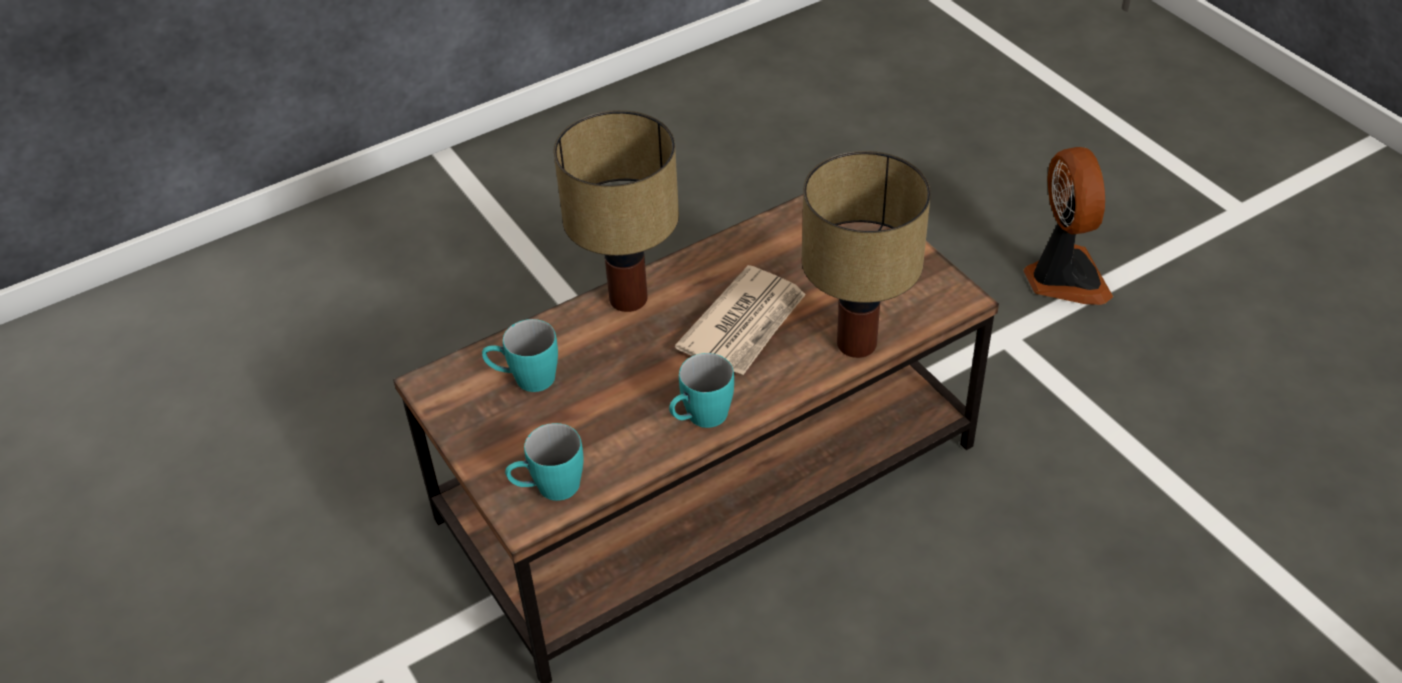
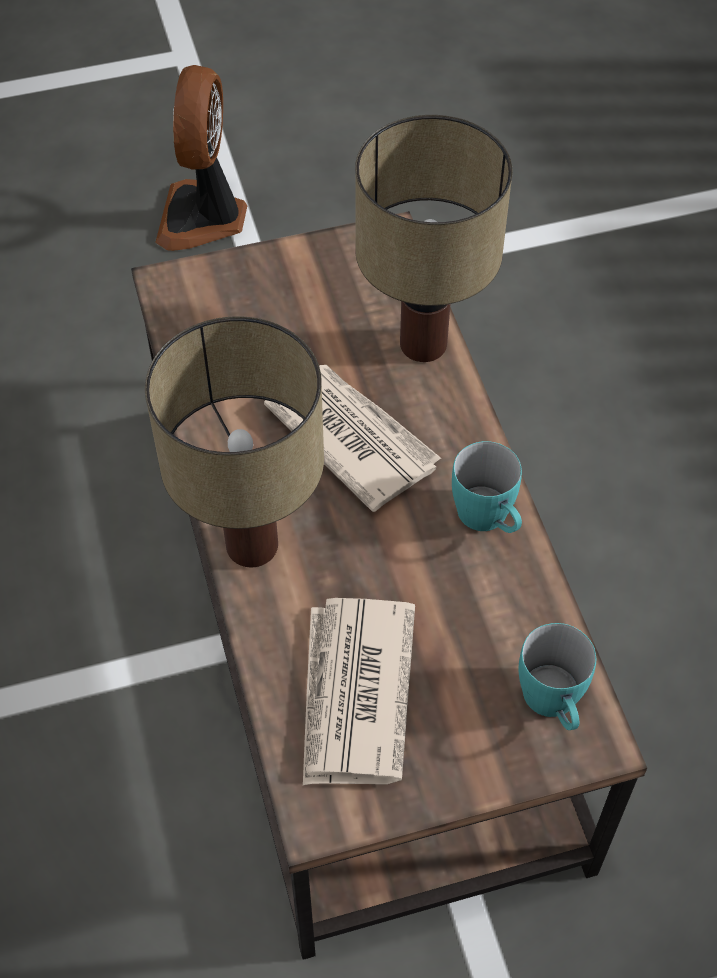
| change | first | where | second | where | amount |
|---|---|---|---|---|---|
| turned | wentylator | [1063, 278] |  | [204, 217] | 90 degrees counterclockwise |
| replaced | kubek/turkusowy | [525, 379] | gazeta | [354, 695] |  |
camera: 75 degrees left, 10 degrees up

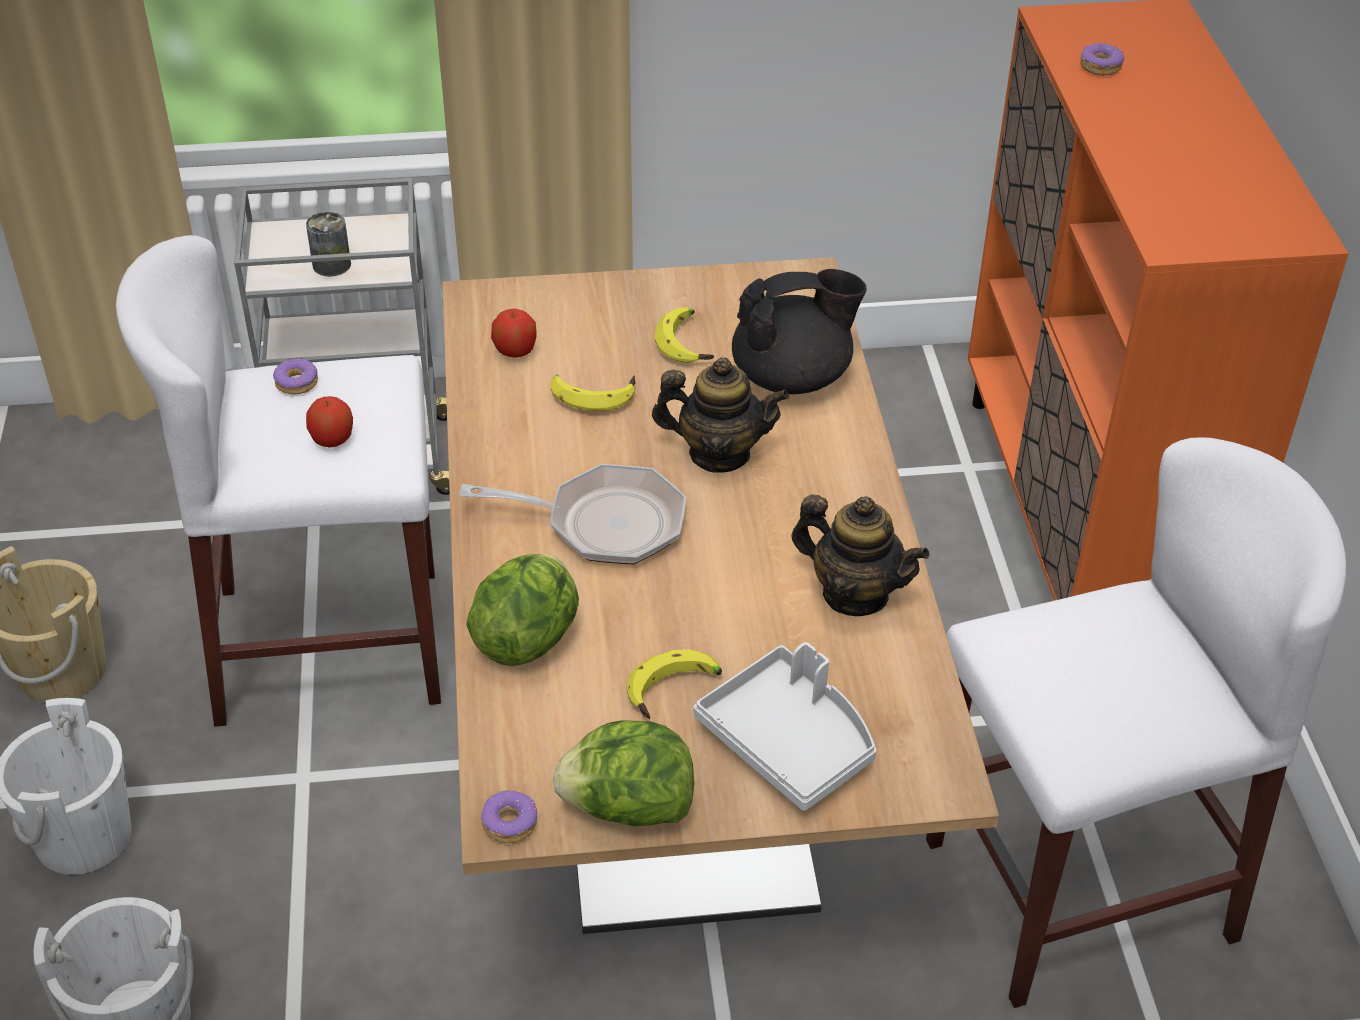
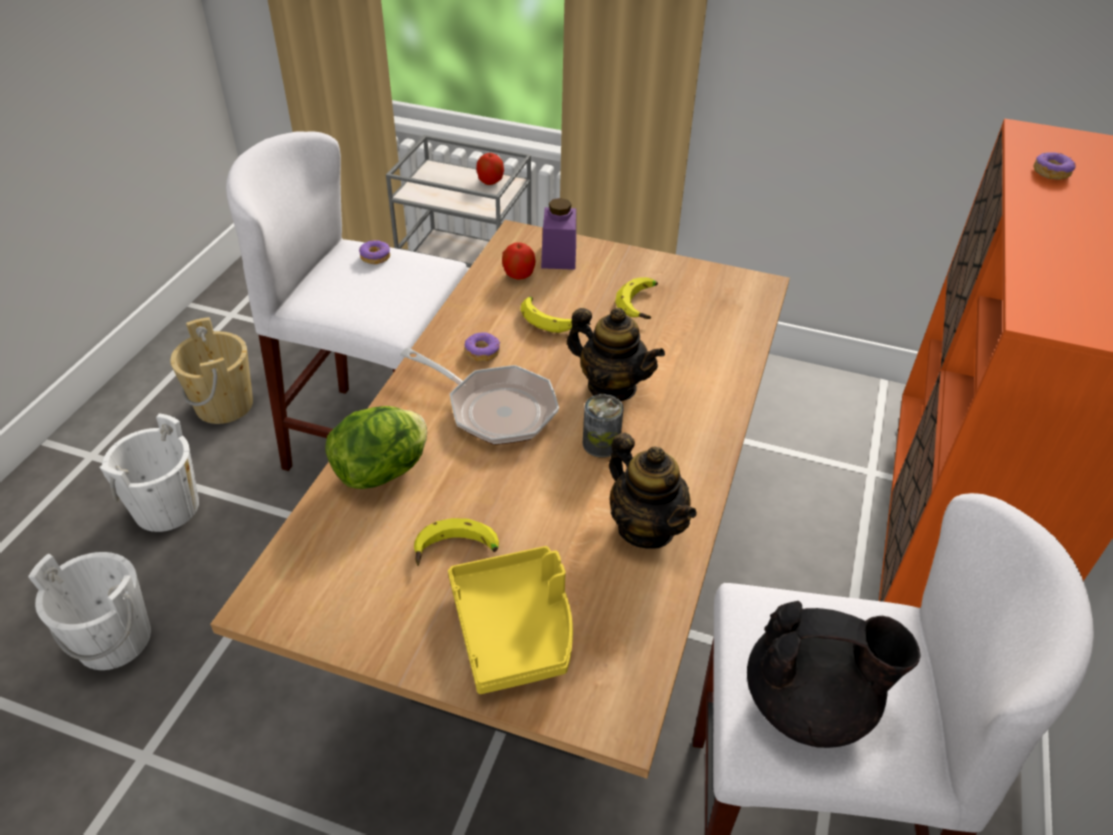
| change | first | where | second | where | amount |
|---|---|---|---|---|---|
| recoloured | taca/szary | [789, 741] | taca/żółty | [515, 628] |  |
| moved | donut | [509, 823] |  | [482, 352] |  |
| moved | jabłko | [332, 440] |  | [490, 182] |  |
| added |  |  | słoik/fioletowy | [558, 256] |  |
| moved | puszka | [331, 265] |  | [601, 444] |  |
| moved | imbryk/czarny | [793, 377] |  | [810, 703] |  |
| removed | sałata | [628, 807] |  |  |  |
camera: 25 degrees right, 0 degrees up

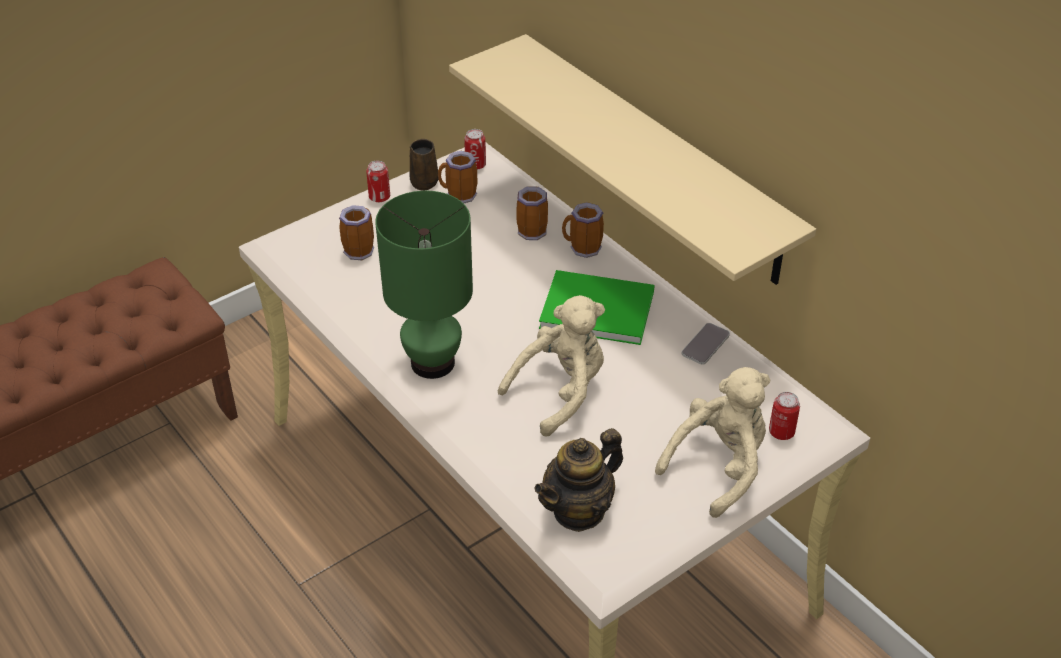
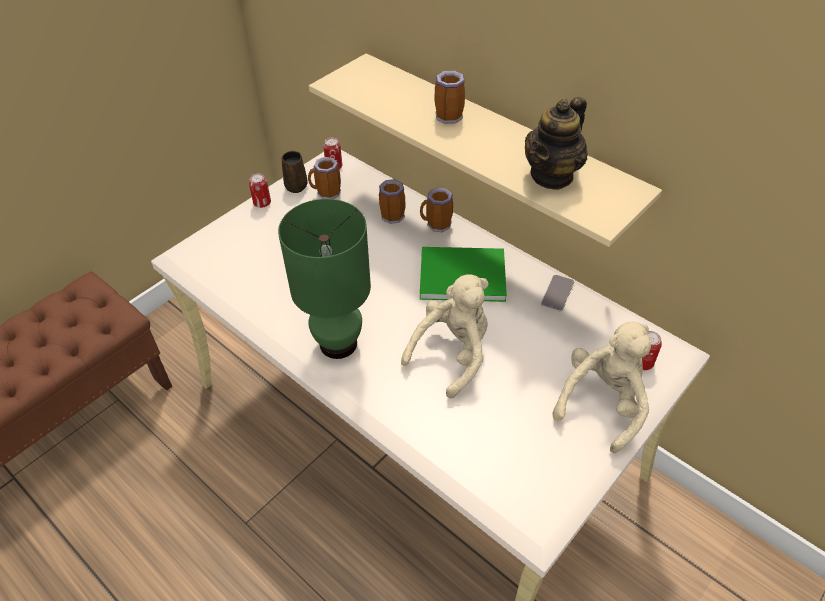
| change | first | where | second | where | amount |
|---|---|---|---|---|---|
| moved | kubek | [359, 249] |  | [448, 115] |  |
| moved | imbryk | [579, 510] |  | [552, 175] |  |
camera: 10 degrees left, 5 degrees up

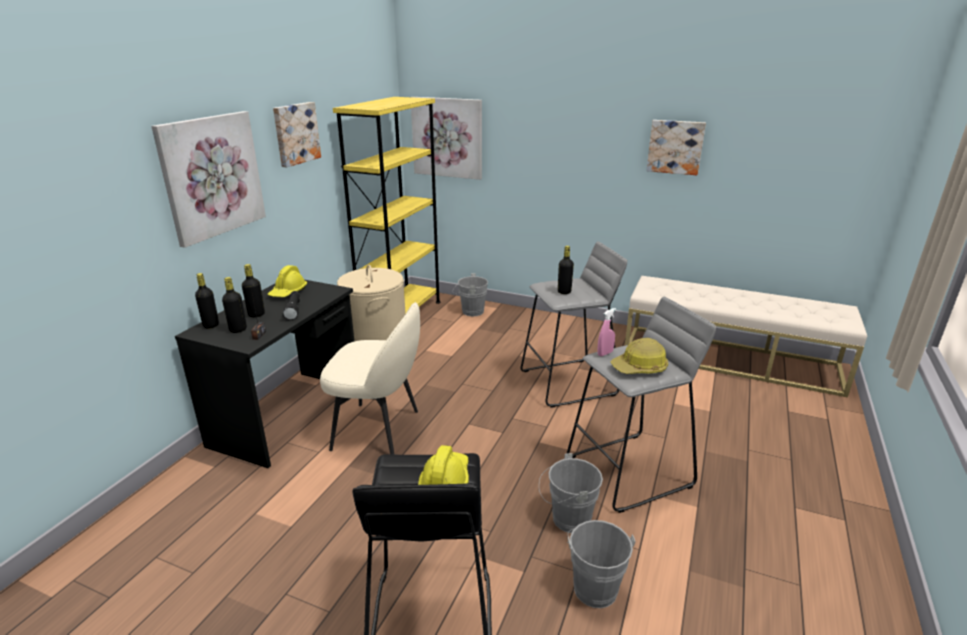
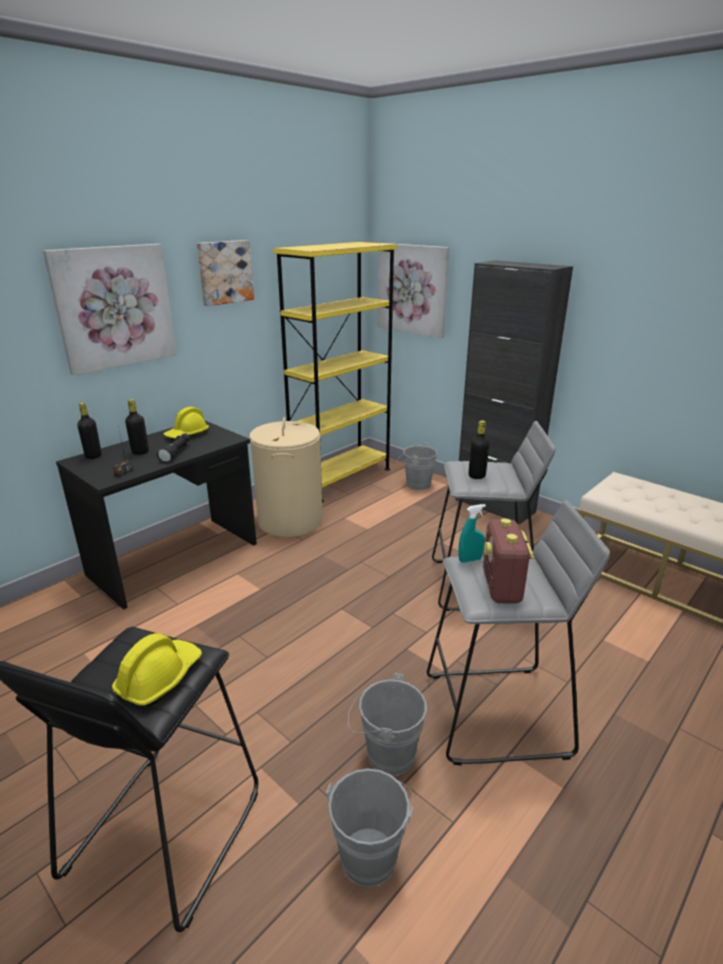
| change | first | where | second | where | amount |
|---|---|---|---|---|---|
| added |  |  | szafka/czarny | [495, 506] |  |
| recoloured | spryskiwacz/różowy | [605, 353] | spryskiwacz/turkusowy | [470, 560] |  |
| replaced | kask | [640, 368] | radio | [502, 587] |  |
| removed | butelka/czarny | [238, 329] |  |  |  |
| removed | krzesło/beżowy | [378, 430] |  |  |  |
| removed | obraz | [675, 147] |  |  |  |
camera: 20 degrees right, 0 degrees up

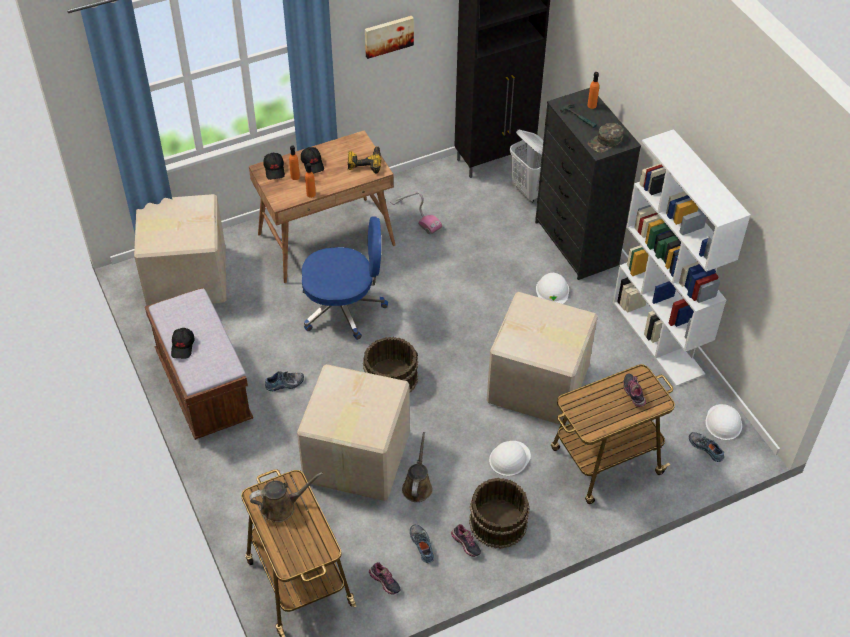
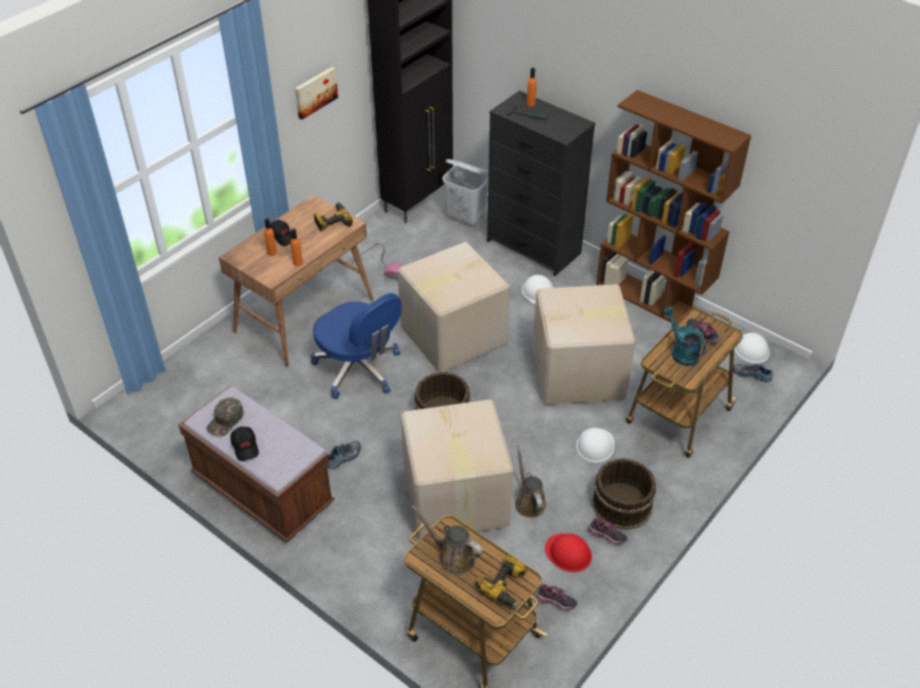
| change | first | where | second | where | amount |
|---|---|---|---|---|---|
| moved | czapka z daszkiem/zielony | [605, 141] |  | [226, 420] |  |
| turned | krzesło biurowe/niebieski | [344, 308] |  | [359, 369] | 75 degrees clockwise |
| moved | karton | [186, 277] |  | [451, 335] |  |
| turned | konewka/brązowy | [281, 506] |  | [453, 556] | 105 degrees counterclockwise |
| added |  |  | wiertarka | [506, 586] |  |
| replaced | but | [423, 545] | kask/czerwony | [568, 553] |  |
| recoloured | regał/biały | [658, 338] | regał/brązowy | [653, 300] |  |
| added |  |  | konewka/turkusowy | [681, 352] |  |
| removed | czapka z daszkiem/czarny | [274, 169] |  |  |  |
camera: 25 degrees left, 5 degrees down

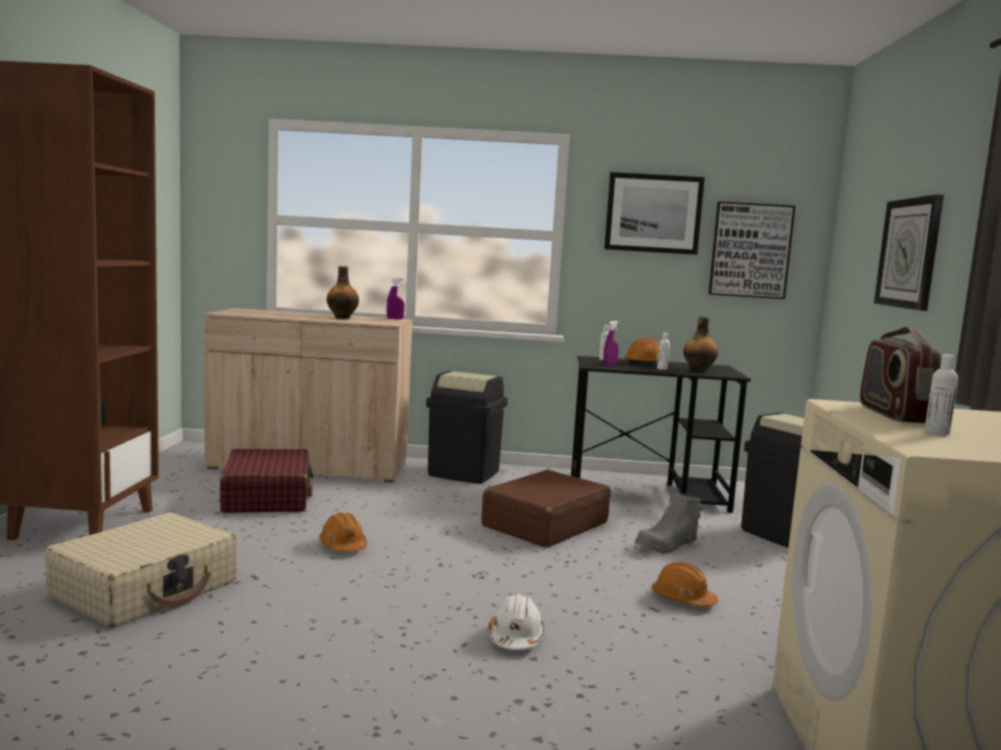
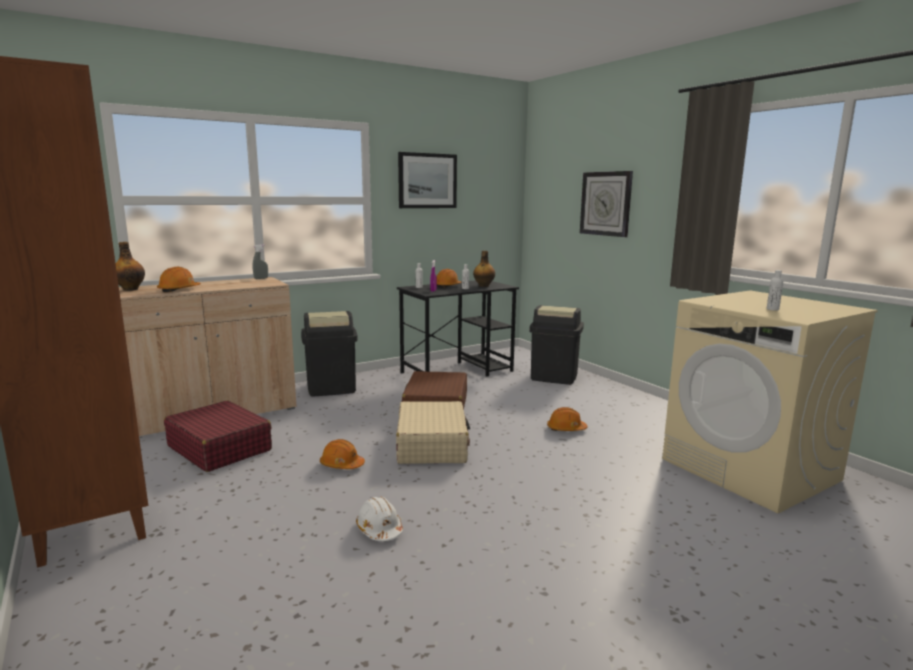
| change | first | where | second | where | amount |
|---|---|---|---|---|---|
| moved | butelka | [342, 318] |  | [130, 289] |  |
| added |  |  | kask/pomarańczowy | [179, 290] |  |
| recoloured | spryskiwacz/fioletowy | [395, 319] | spryskiwacz/szary | [261, 278] |  |
| moved | kask/biały | [515, 637] |  | [379, 529] |  |
| moved | walizka/beżowy | [146, 589] |  | [432, 445] |  |
| removed | but z cholewką/szary | [667, 546] |  |  |  |
| removed | obraz | [750, 250] |  |  |  |
| removed | radio | [893, 414] |  |  |  |
camera: 35 degrees left, 5 degrees up

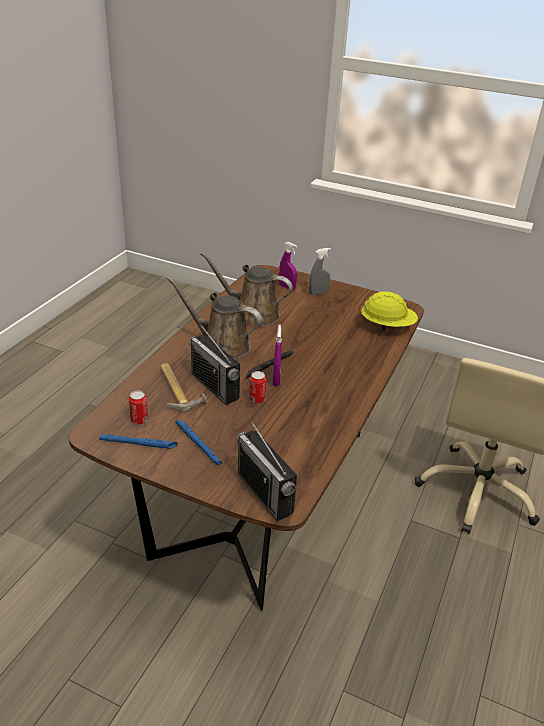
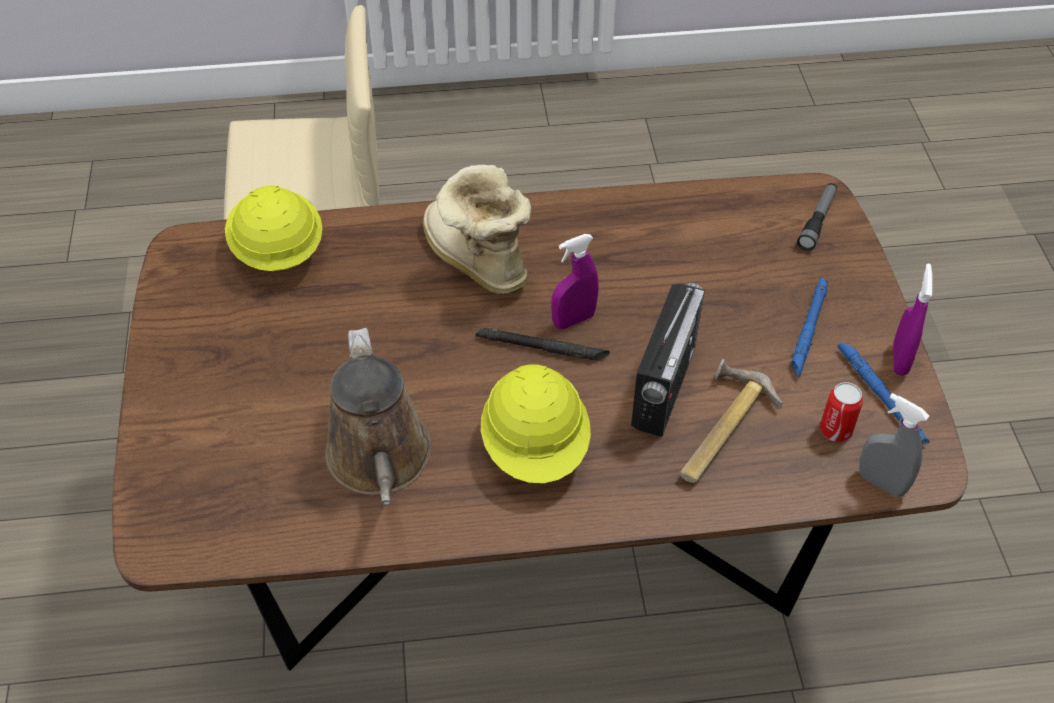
| change | first | where | second | where | amount |
|---|---|---|---|---|---|
| added |  |  | but z cholewką | [474, 262] |  |
| replaced | konewka/brązowy | [221, 345] | kask/żółty | [536, 447] |  |
| replaced | radio | [265, 493] | latarka | [817, 221] |  |
| moved | spryskiwacz/szary | [318, 293] |  | [881, 483] |  |
| moved | spryskiwacz/fioletowy | [287, 287] |  | [900, 360] |  |
| removed | puszka | [257, 399] |  |  |  |
camera: 120 degrees left, 15 degrees up

